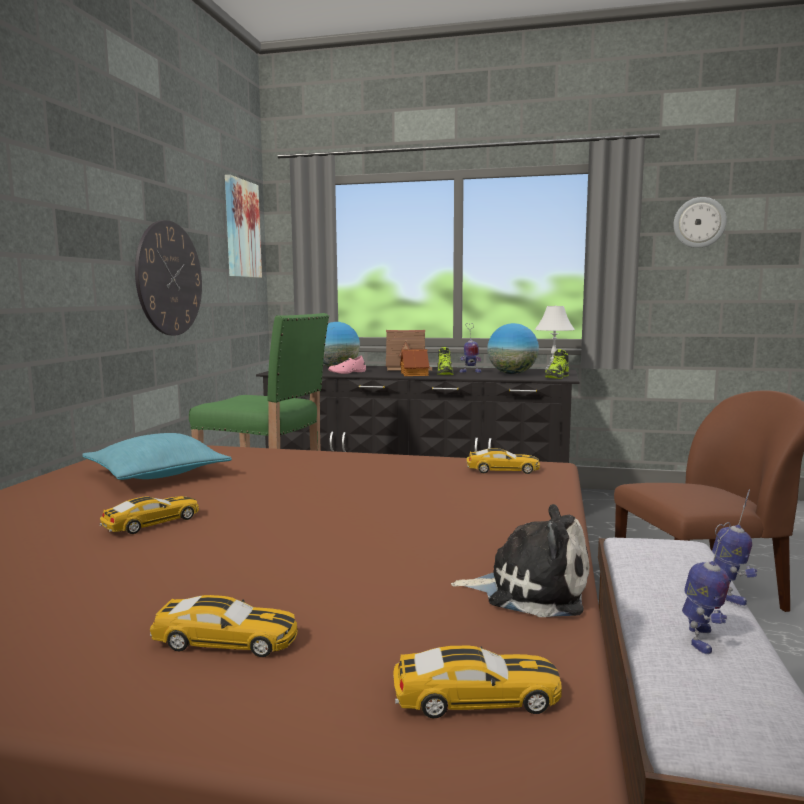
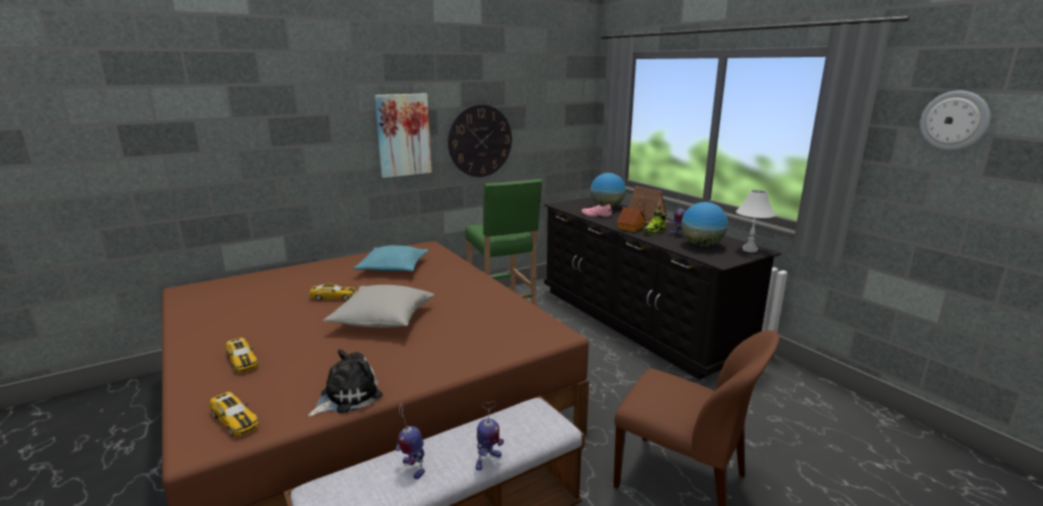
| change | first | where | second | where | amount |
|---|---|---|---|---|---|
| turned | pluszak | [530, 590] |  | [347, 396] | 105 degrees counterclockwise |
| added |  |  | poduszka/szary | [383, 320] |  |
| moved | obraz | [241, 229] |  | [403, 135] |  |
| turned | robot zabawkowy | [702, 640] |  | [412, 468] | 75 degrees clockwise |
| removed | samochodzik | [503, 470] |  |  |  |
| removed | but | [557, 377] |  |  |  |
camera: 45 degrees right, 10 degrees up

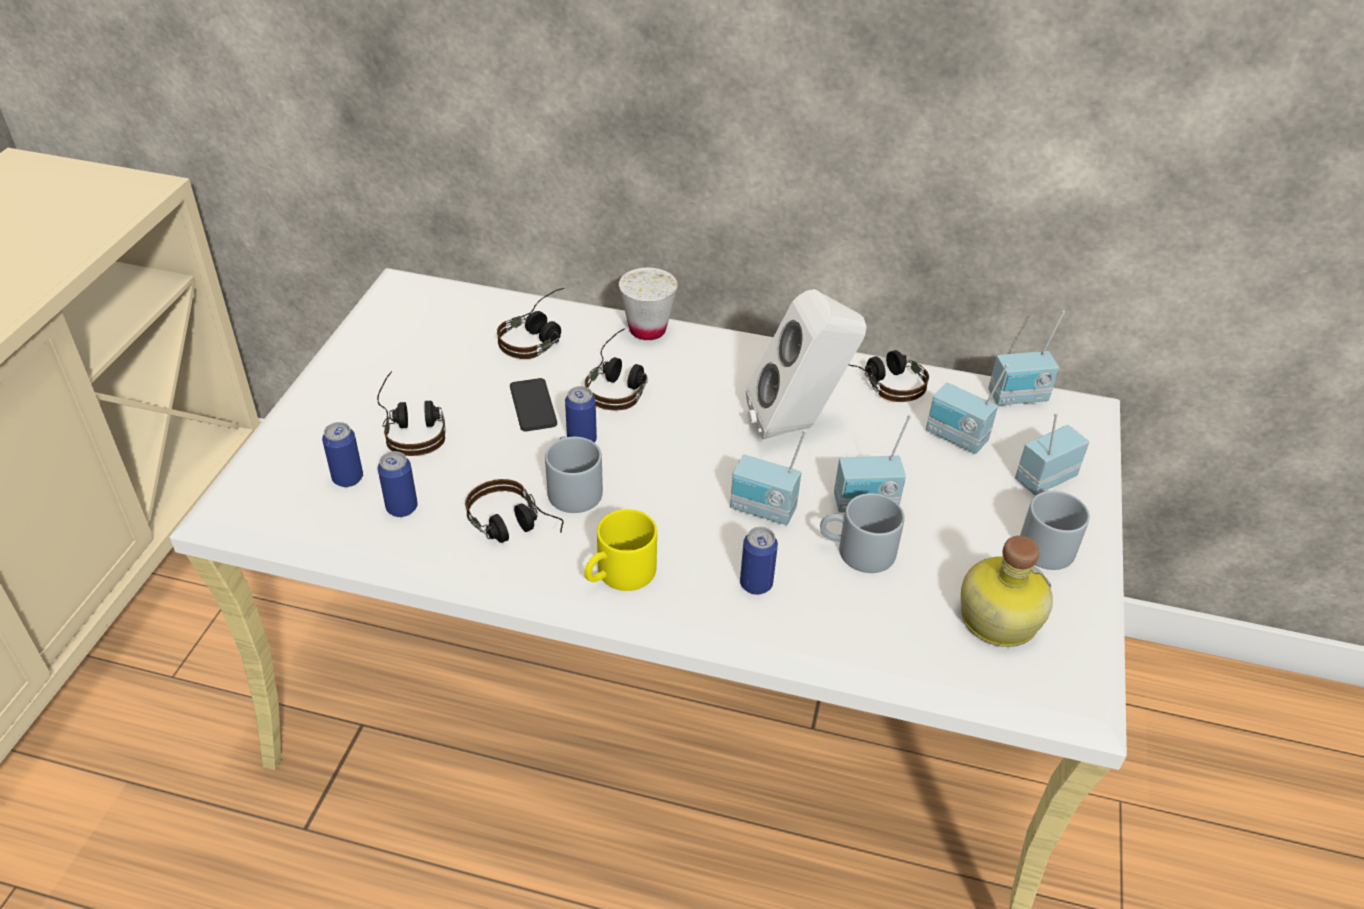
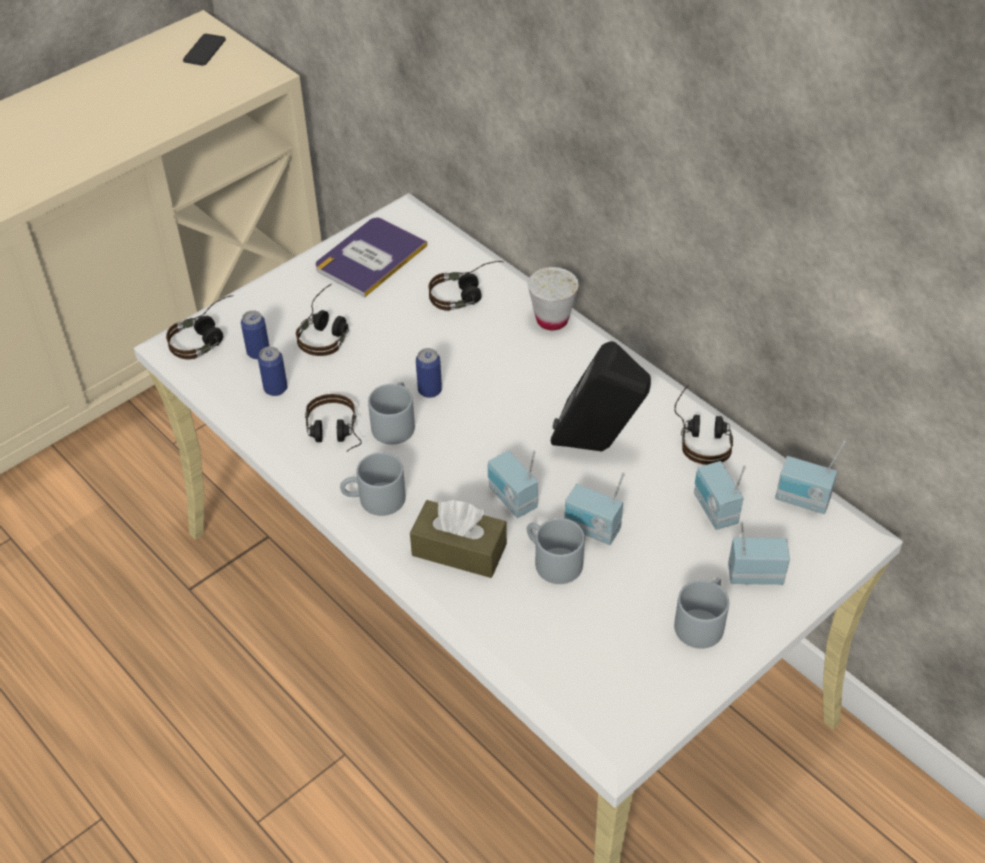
| change | first | where | second | where | amount |
|---|---|---|---|---|---|
| moved | słuchawki | [619, 382] |  | [207, 337] |  |
| moved | telefon | [533, 405] |  | [204, 50] |  |
| added |  |  | książka | [370, 257] |  |
| recoloured | kubek/żółty | [619, 575] | kubek/szary | [374, 500] |  |
| replaced | puszka | [756, 584] | pudełko chusteczek/brązowy | [459, 550] |  |
| recoloured | głośnik/biały | [799, 426] | głośnik/czarny | [598, 447] |  |
| removed | butelka | [996, 617] |  |  |  |
camera: 35 degrees right, 5 degrees up

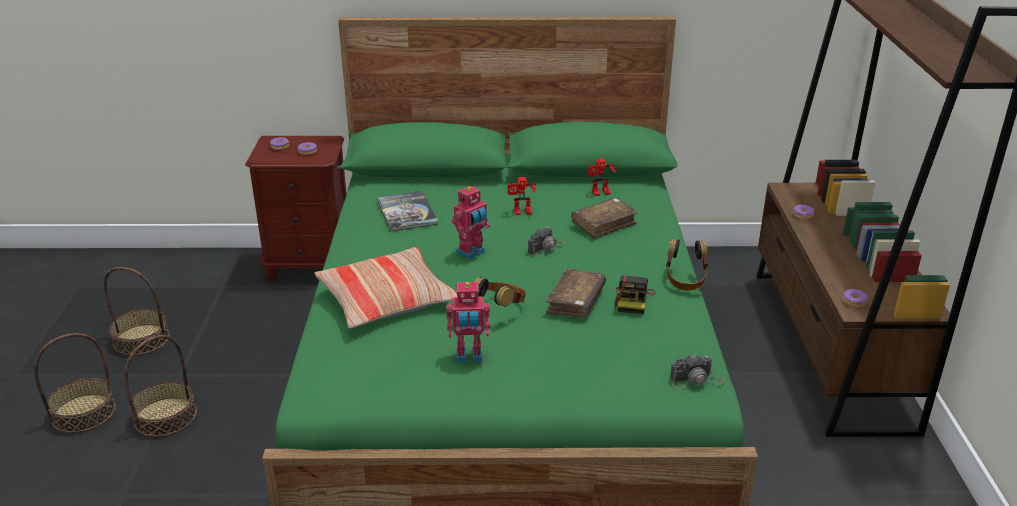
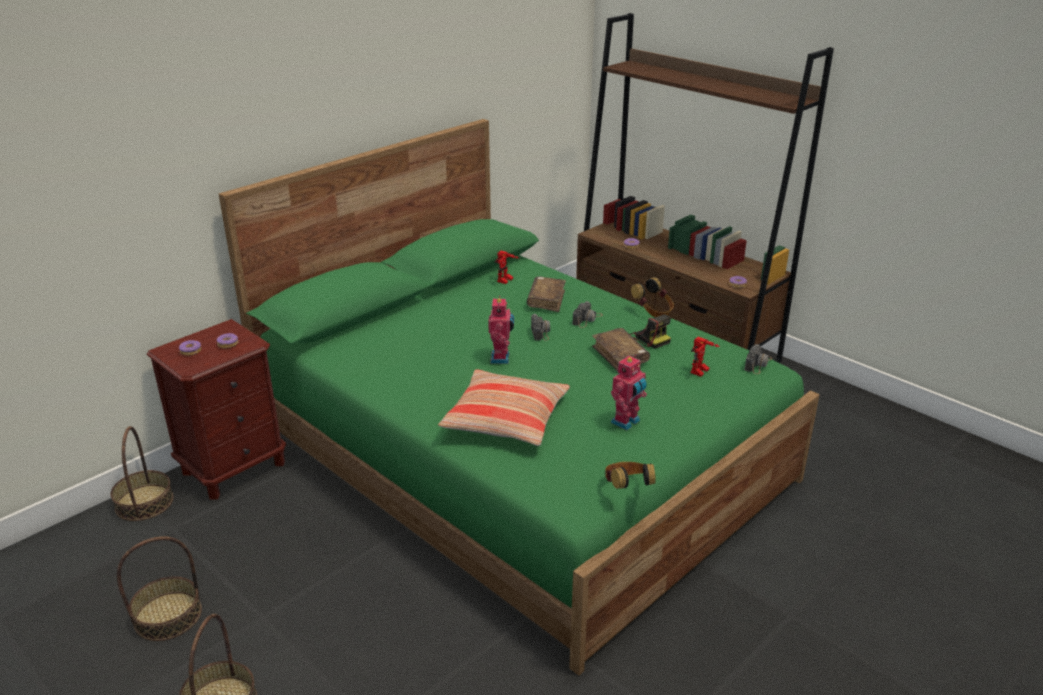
| change | first | where | second | where | amount |
|---|---|---|---|---|---|
| moved | koszyk | [165, 416] |  | [144, 502] |  |
| added |  |  | aparat fotograficzny | [587, 319] |  |
| moved | słuchawki | [501, 308] |  | [627, 488] |  |
| moved | robot zabawkowy | [521, 213] |  | [701, 372] |  |
| removed | książka | [407, 212] |  |  |  |
camera: 45 degrees left, 0 degrees up

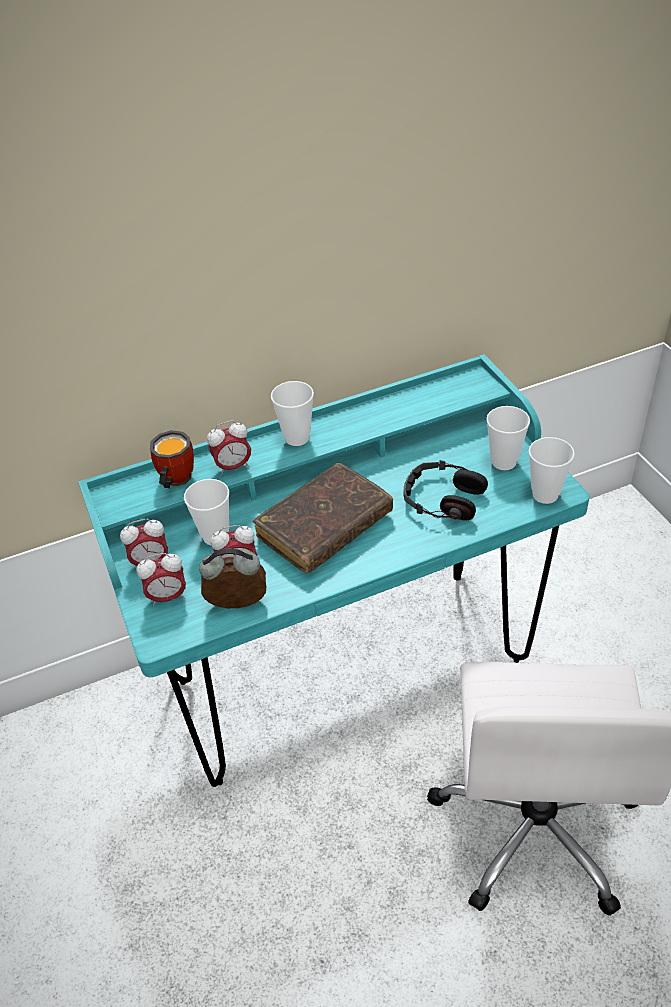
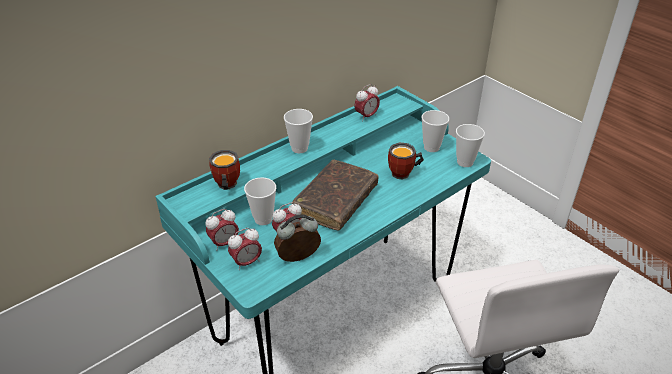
| change | first | where | second | where | amount |
|---|---|---|---|---|---|
| moved | budzik | [233, 467] |  | [366, 116] |  |
| replaced | słuchawki | [443, 499] | kubek | [404, 174] |  |
camera: 20 degrees left, 5 degrees down

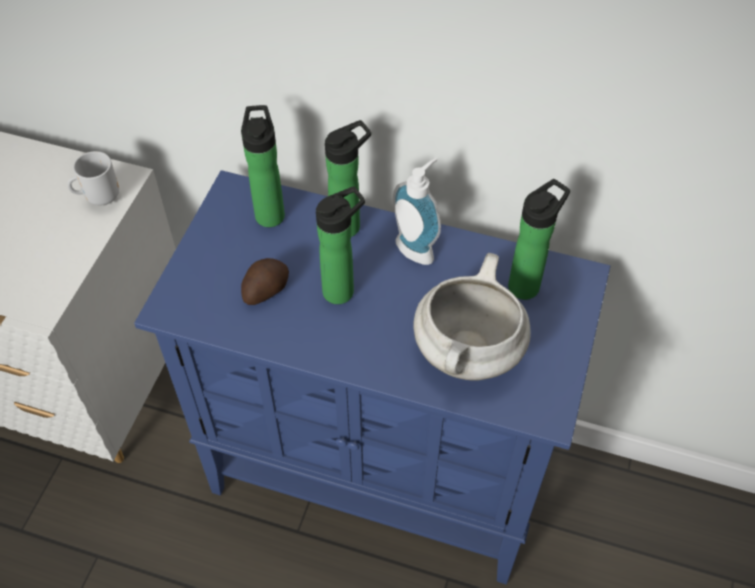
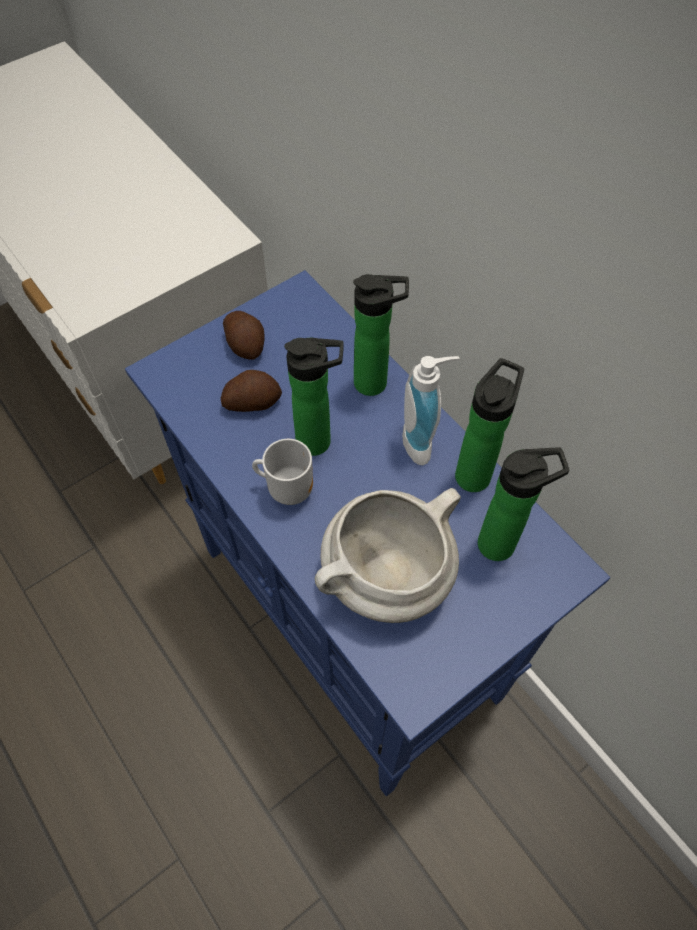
| change | first | where | second | where | amount |
|---|---|---|---|---|---|
| added |  |  | ziemniak | [246, 344] |  |
| moved | kubek | [100, 197] |  | [288, 488] |  |
| moved | butelka | [269, 212] |  | [475, 472] |  |
camera: 35 degrees right, 5 degrees up

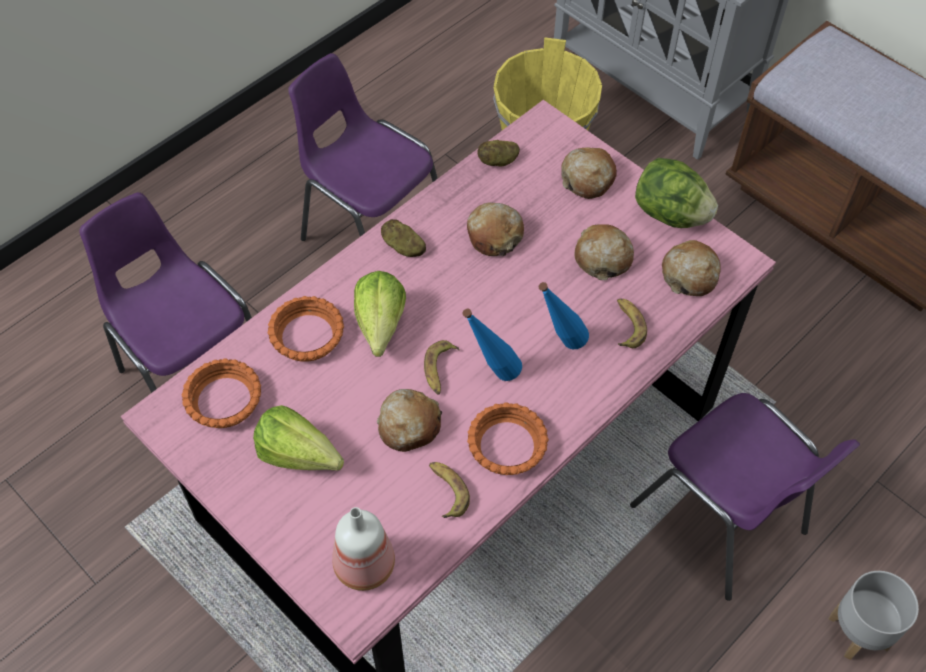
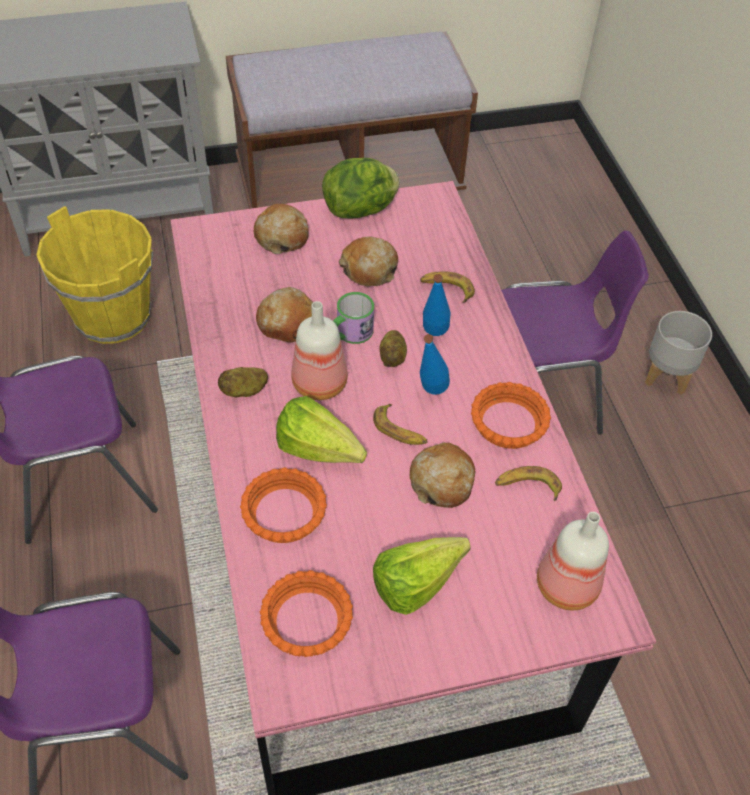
| change | first | where | second | where | amount |
|---|---|---|---|---|---|
| added |  |  | butelka | [319, 382] |  |
| added |  |  | kubek | [350, 334] |  |
| moved | ziemniak | [498, 161] |  | [393, 357] |  |
| removed | chleb | [689, 275] |  |  |  |
camera: 60 degrees left, 5 degrees down

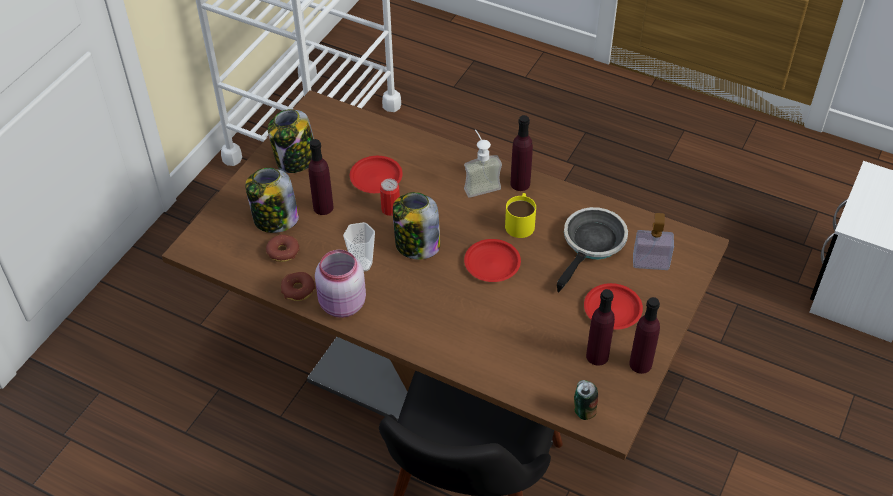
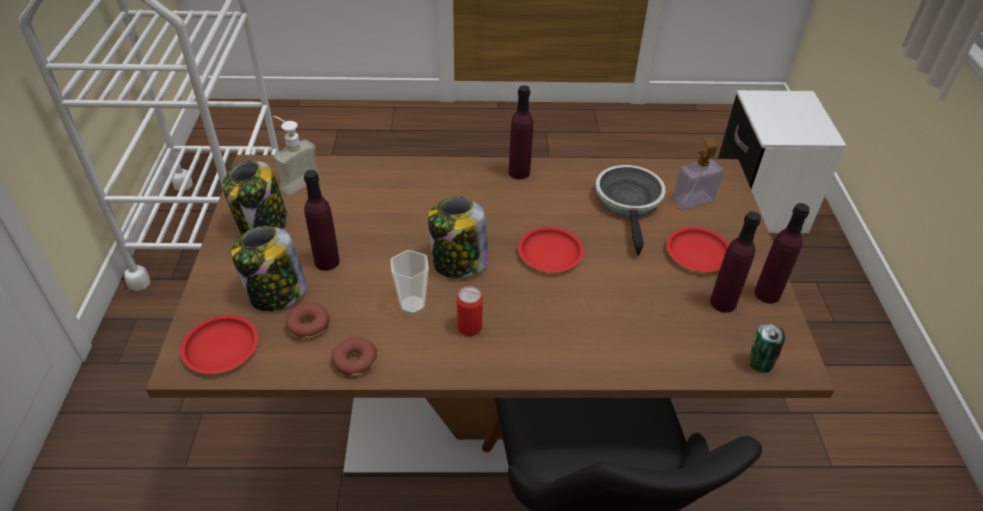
| change | first | where | second | where | amount |
|---|---|---|---|---|---|
| moved | talerz/czerwony | [376, 177] |  | [220, 347] |  |
| moved | dozownik mydła | [479, 184] |  | [295, 180] |  |
| moved | puszka | [390, 209] |  | [469, 327] |  |
| removed | słoik/różowy | [342, 305] |  |  |  |
| removed | kubek/żółty | [520, 222] |  |  |  |
camera: 30 degrees left, 5 degrees down

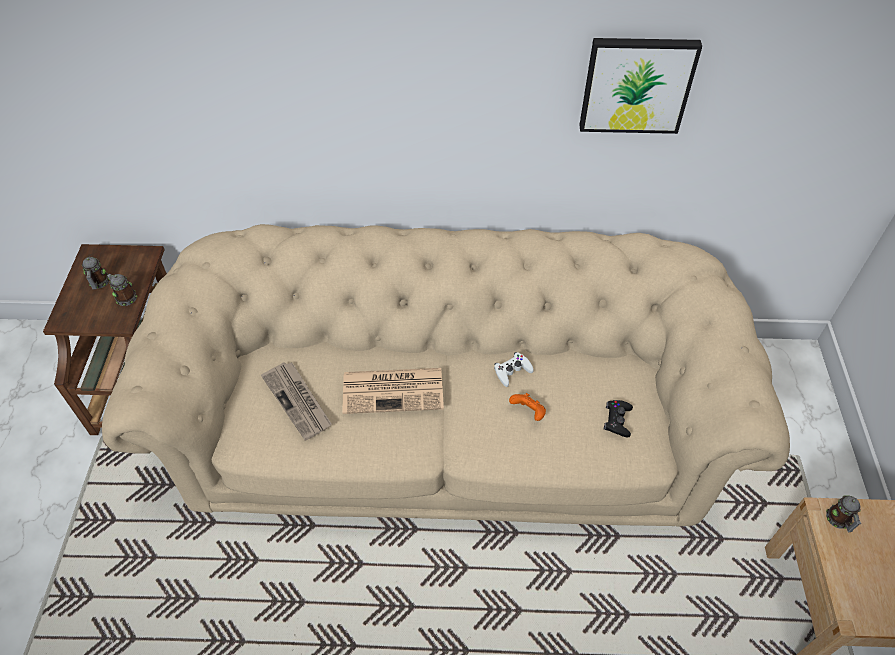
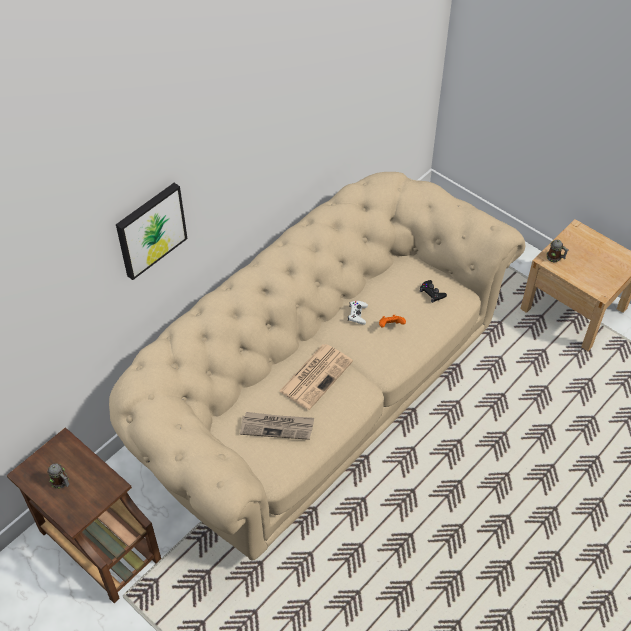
| change | first | where | second | where | amount |
|---|---|---|---|---|---|
| moved | obraz | [636, 84] |  | [150, 229] |  |
| removed | kubek | [125, 297] |  |  |  |
camera: 50 degrees left, 0 degrees up

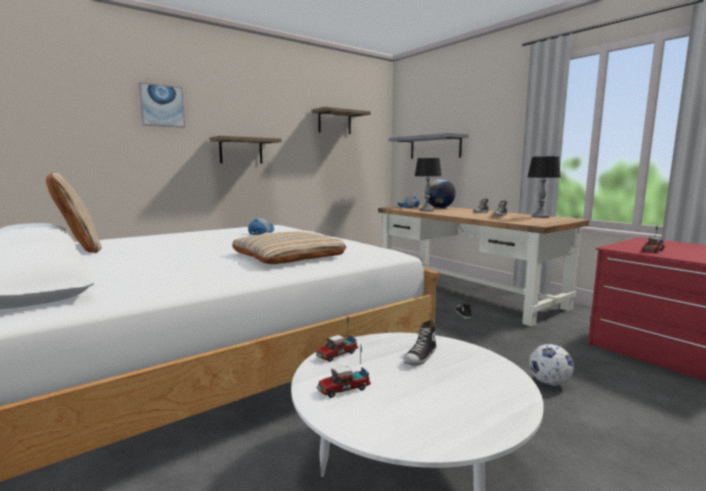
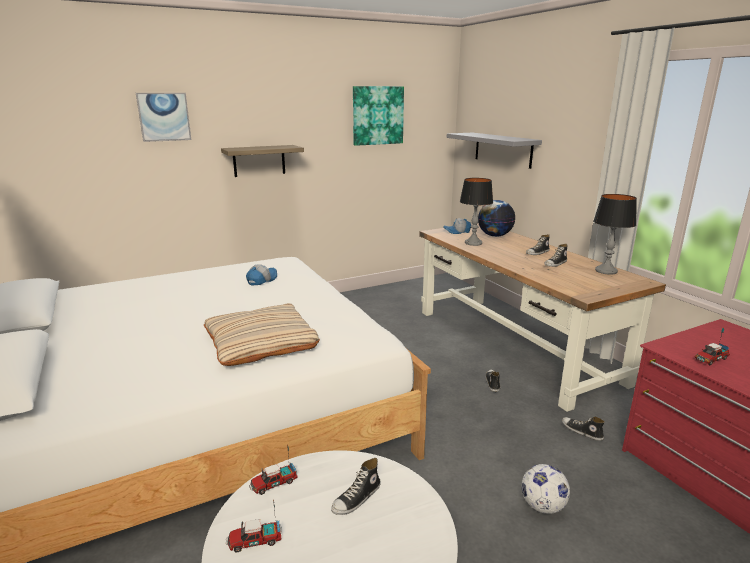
| change | first | where | second | where | amount |
|---|---|---|---|---|---|
| replaced | półka | [334, 122] | obraz | [377, 115] |  |
| added |  |  | but | [581, 431] |  |
| removed | poduszka/beżowy | [78, 249] |  |  |  |
camera: 10 degrees right, 10 degrees up

